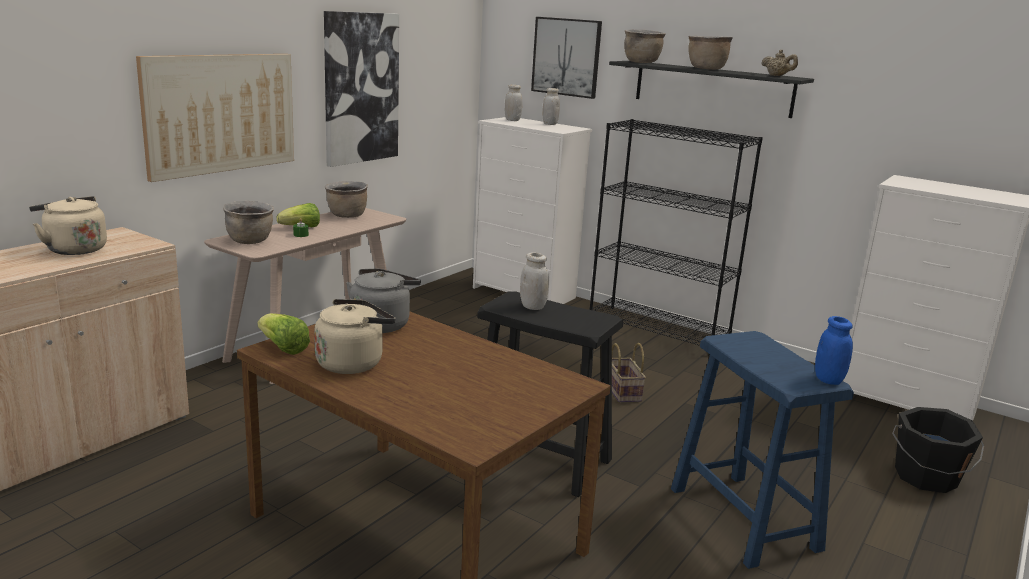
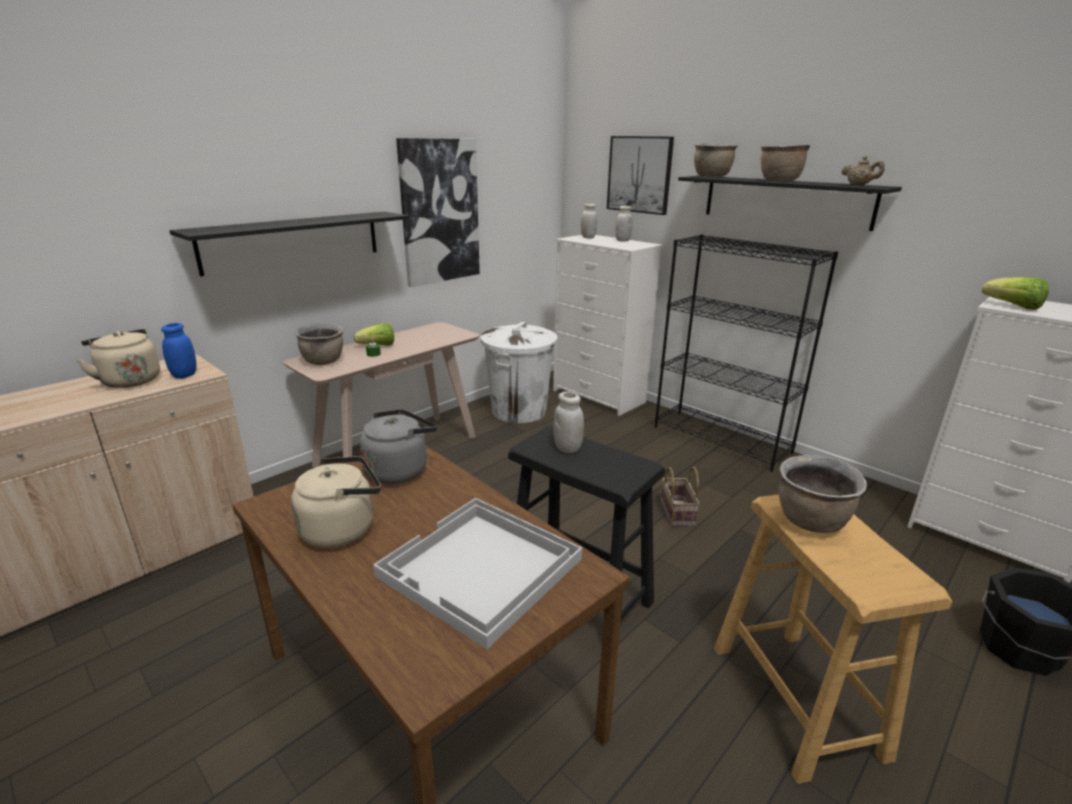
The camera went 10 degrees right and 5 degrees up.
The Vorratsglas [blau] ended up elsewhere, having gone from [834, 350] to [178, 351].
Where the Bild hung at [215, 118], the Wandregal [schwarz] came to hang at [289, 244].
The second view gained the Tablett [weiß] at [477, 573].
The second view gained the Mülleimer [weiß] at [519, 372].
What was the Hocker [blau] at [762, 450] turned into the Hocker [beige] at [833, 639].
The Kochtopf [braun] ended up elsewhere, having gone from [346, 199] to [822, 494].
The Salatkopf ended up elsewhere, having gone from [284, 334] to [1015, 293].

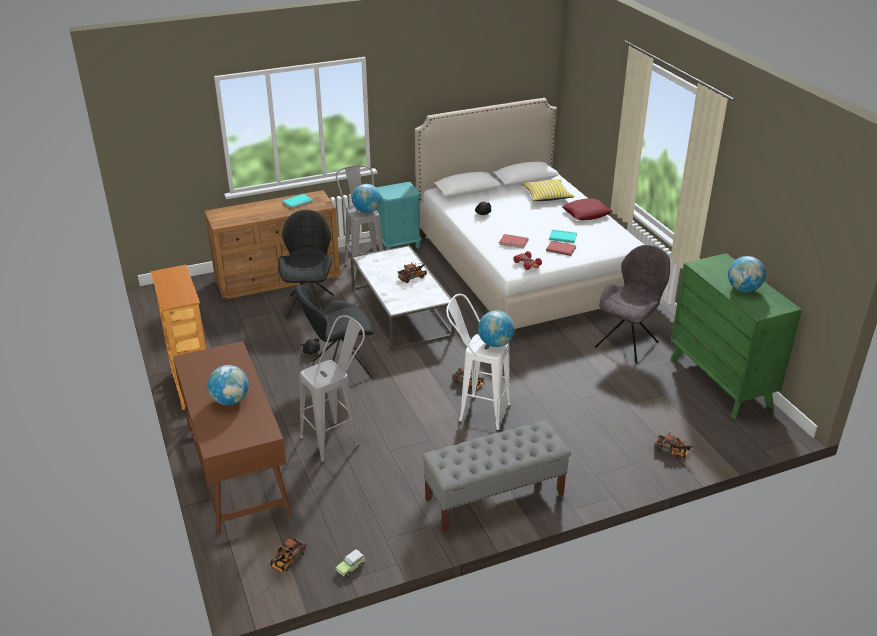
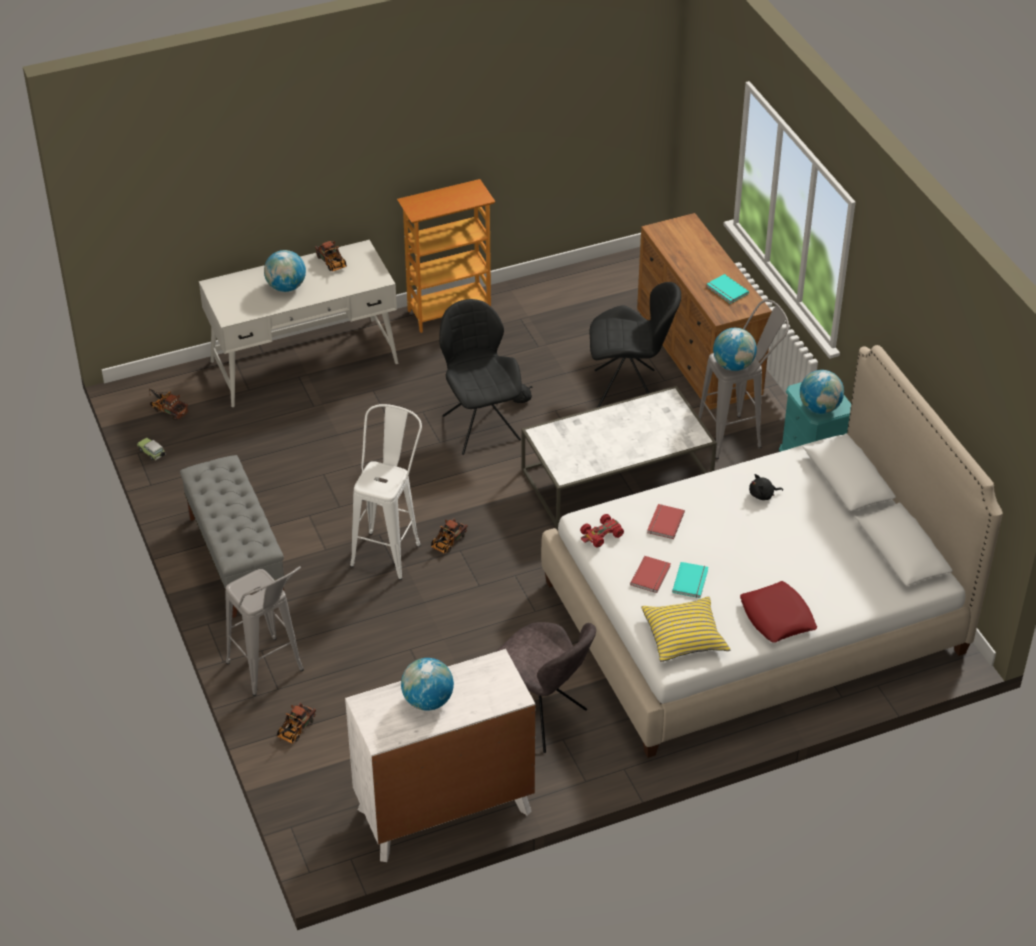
The camera went 90 degrees right and 10 degrees up.
What was the Schreibtisch [braun] at [232, 438] turned into the Schreibtisch [weiß] at [298, 323].
The Hocker [grau] ended up elsewhere, having gone from [332, 389] to [264, 631].
The Spielzeuglaster ended up elsewhere, having gone from [413, 272] to [330, 256].
What was the Kommode [grün] at [736, 336] turned into the Kommode [weiß] at [440, 755].
The Kissen [gelb] ended up elsewhere, having gone from [547, 190] to [686, 629].
The Globus ended up elsewhere, having gone from [496, 328] to [822, 392].

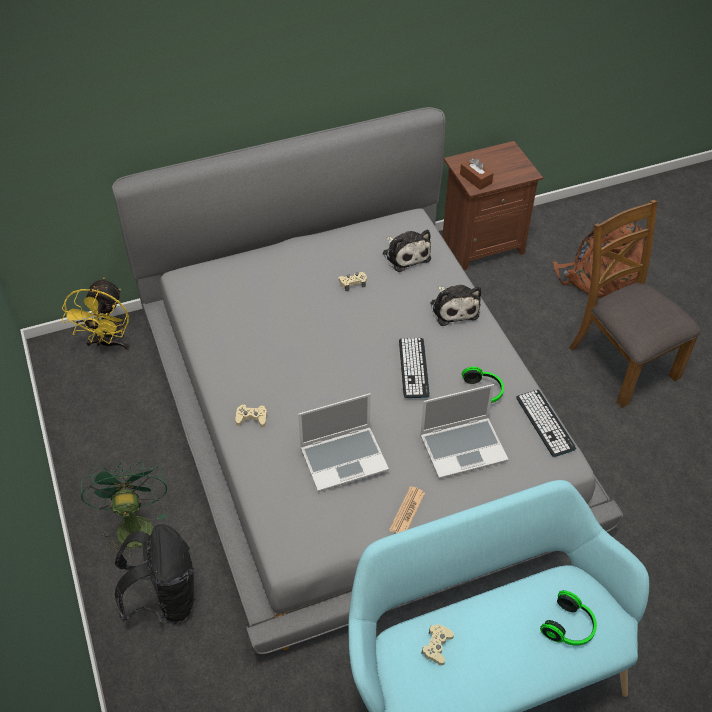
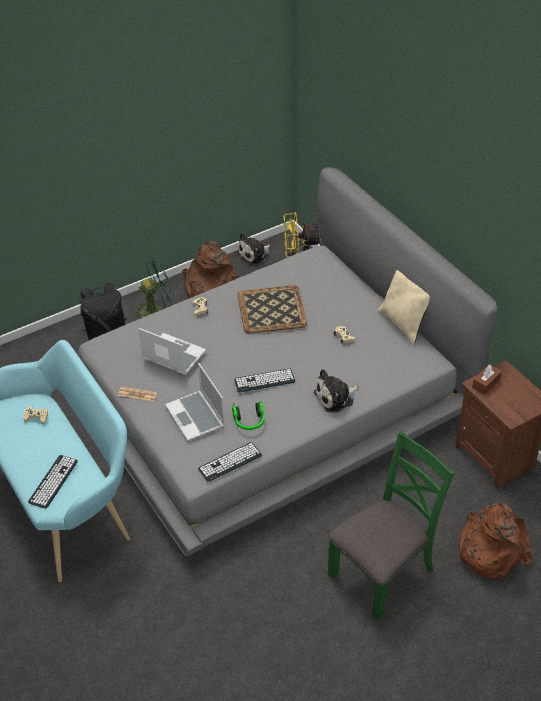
The camera went 80 degrees right and 5 degrees down.
Where the Kopfhörer stood at [568, 618], the Tastatur came to stand at [52, 482].
The Laptop at [343, 442] ended up facing another way, 150 degrees clockwise from before.
The second view gained the Rucksack [braun] at [211, 269].
The Plüschtier ended up elsewhere, having gone from [407, 251] to [254, 249].
The second view gained the Tablett at [272, 309].
What was the Stuhl [braun] at [635, 304] turned into the Stuhl [grün] at [391, 525].
The second view gained the Kissen [beige] at [404, 308].

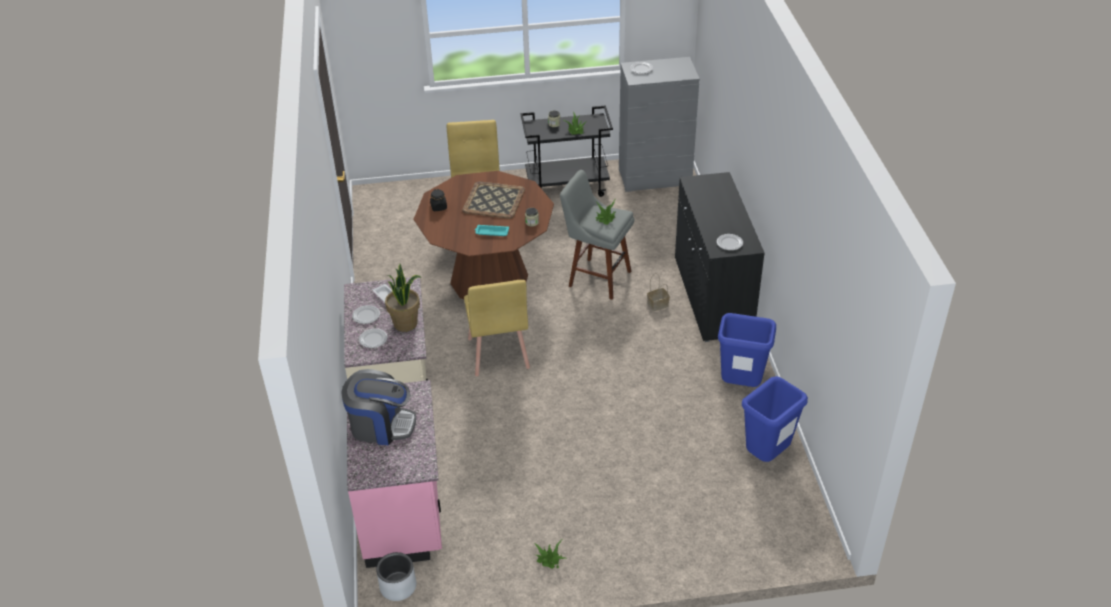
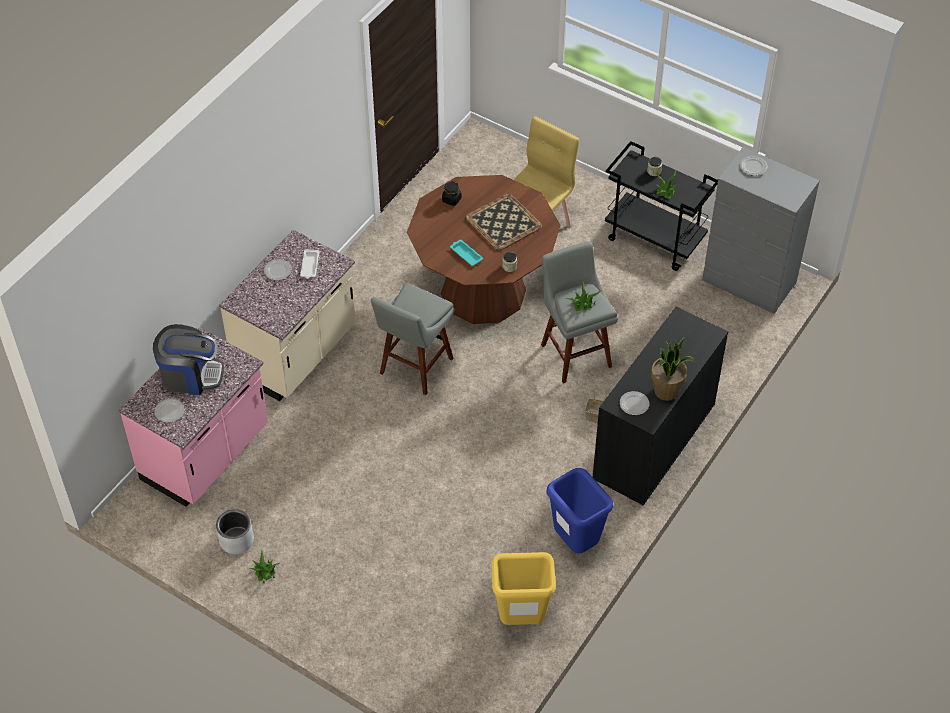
The camera went 40 degrees right and 10 degrees up.
The Kaffeemaschine at [378, 407] ended up facing another way, 45 degrees counterclockwise from before.
The Teller ended up elsewhere, having gone from [373, 338] to [170, 410].
The Pflanzkübel [grau] ended up elsewhere, having gone from [396, 576] to [235, 531].
Where the Stuhl [gelb] stood at [497, 328], the Hocker [grau] came to stand at [413, 339].
What was the Mülleimer [blau] at [775, 419] turned into the Mülleimer [gelb] at [523, 588].
The Topfpflanze ended up elsewhere, having gone from [403, 298] to [673, 369].

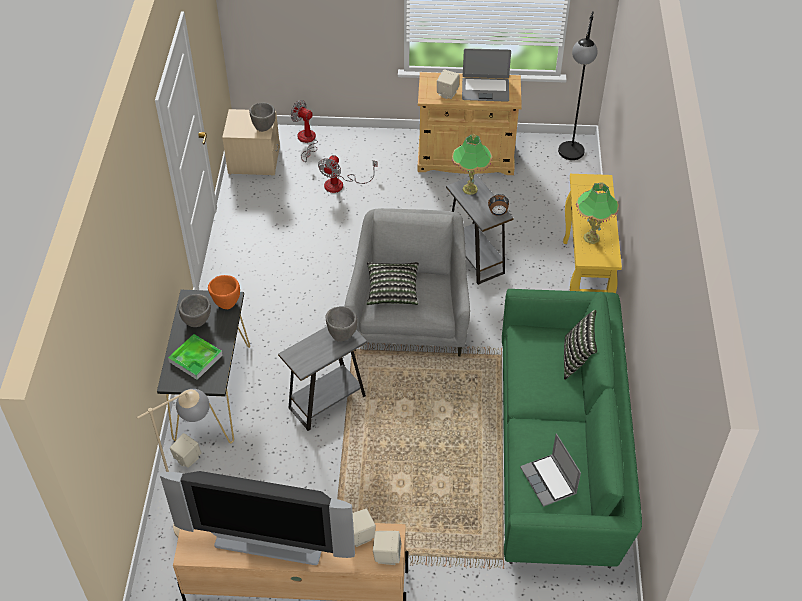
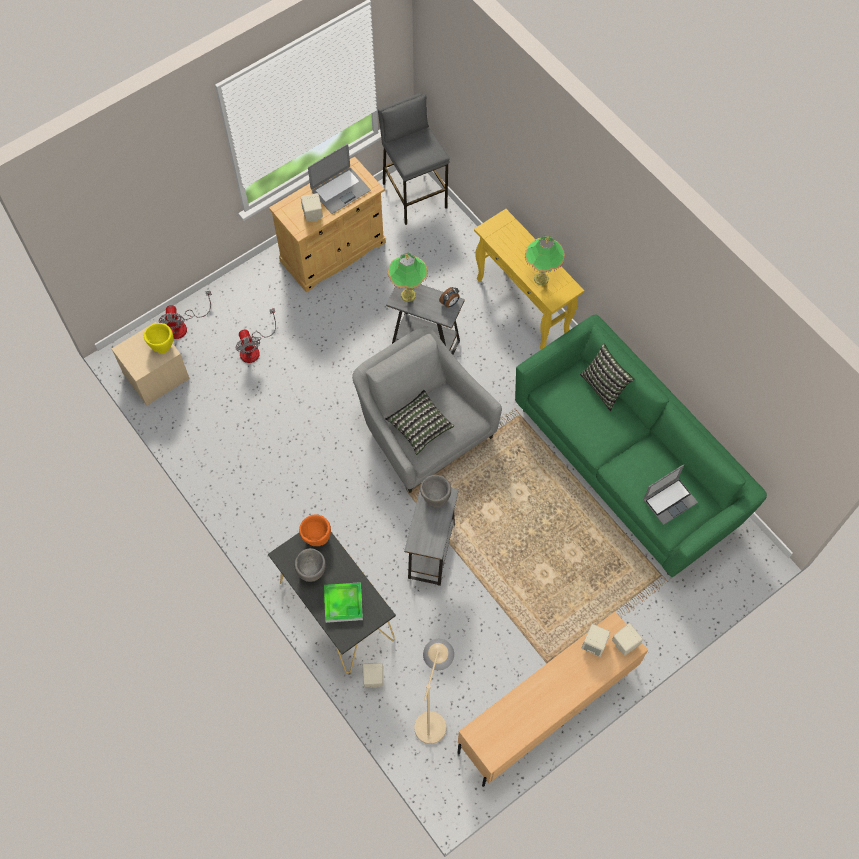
The camera went 40 degrees left and 15 degrees up.
What was the Schüssel [grau] at [262, 117] turned into the Schüssel [gelb] at [159, 338].
The Ventilator at [304, 131] ended up facing another way, 90 degrees counterclockwise from before.
Where the Stehlampe [schwarz] stood at [578, 85], the Hocker [grau] came to stand at [414, 159].
The Laptop at [550, 470] ended up facing another way, 60 degrees counterclockwise from before.
The second view lost the Fernseher at [257, 518].

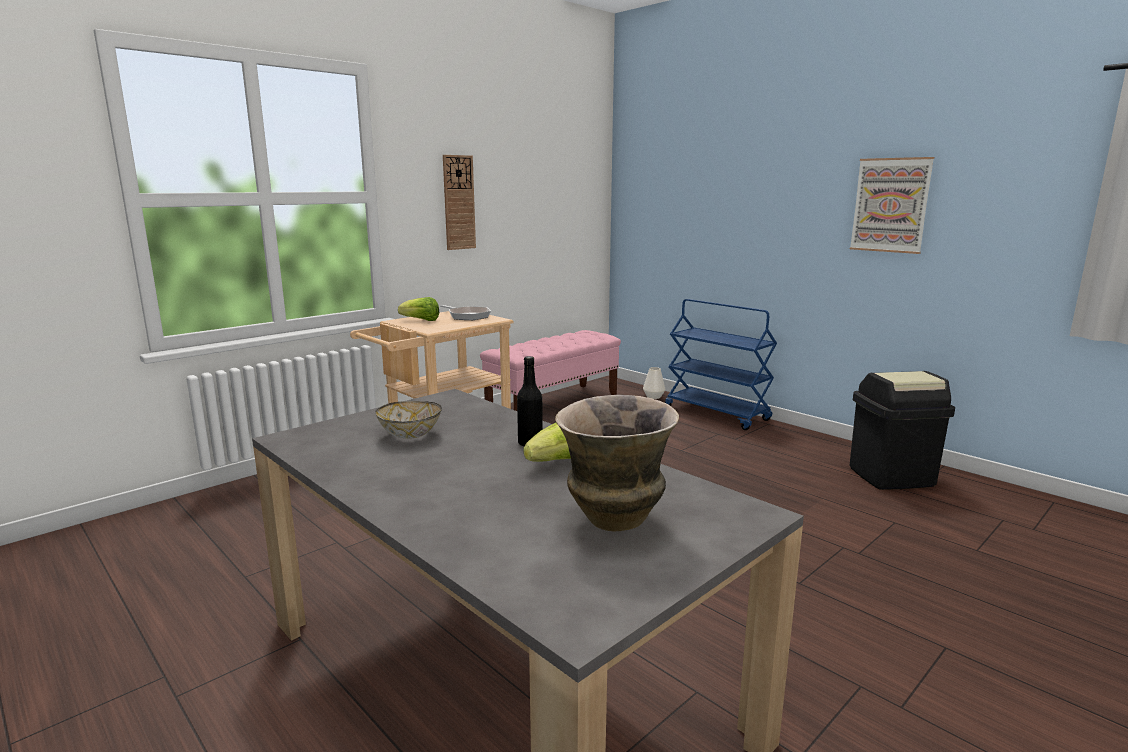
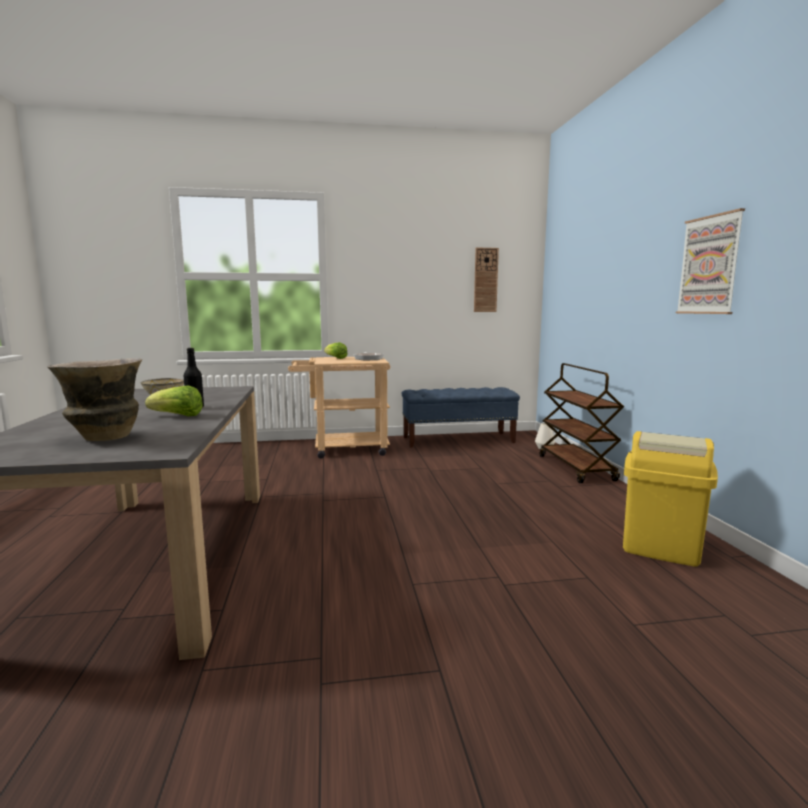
The camera went 35 degrees right and 5 degrees down.
What was the Bank [rosa] at [550, 370] turned into the Bank [blau] at [460, 417].
The Wanduhr ended up elsewhere, having gone from [459, 202] to [486, 280].
What was the Rollwagen [blau] at [720, 364] turned into the Rollwagen [braun] at [582, 423].
What was the Mülleimer [schwarz] at [902, 430] turned into the Mülleimer [gelb] at [670, 499].

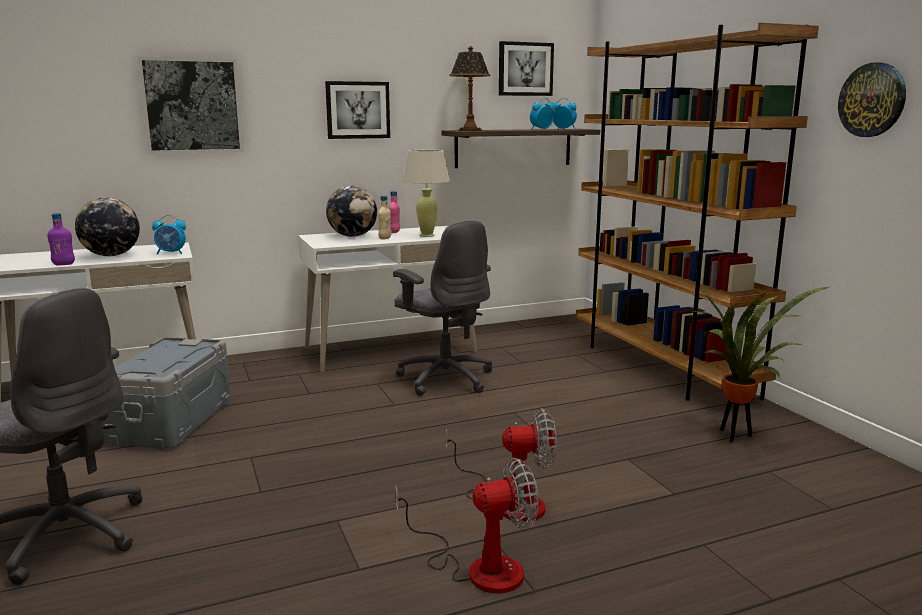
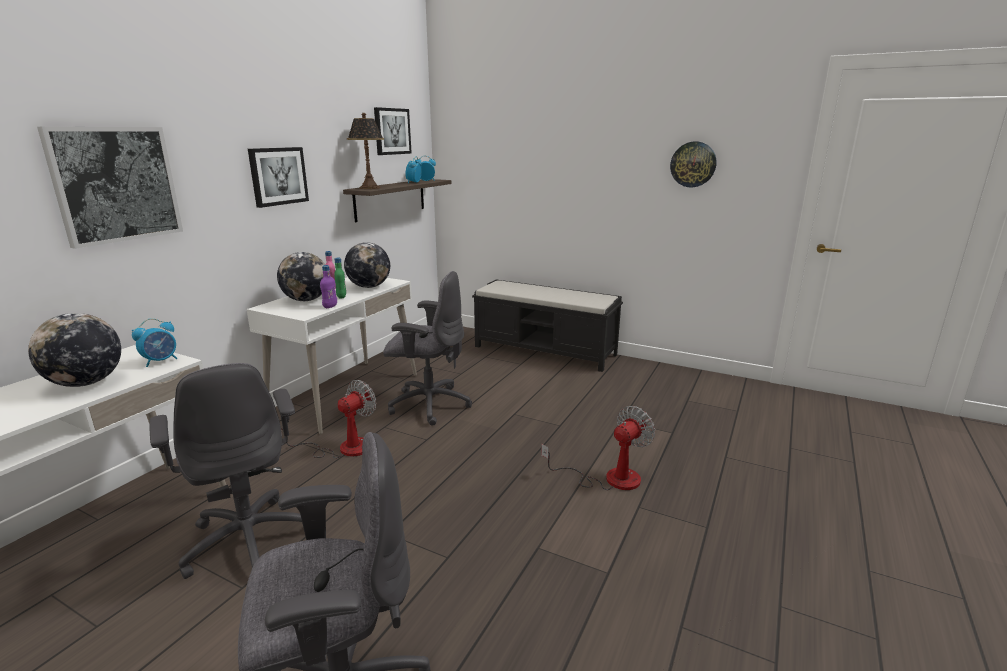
The camera went 40 degrees left and 5 degrees up.
Where the Aufbewahrungsbox [grau] stood at [166, 393], the Bürostuhl [grau] came to stand at [225, 471].
The Ventilator ended up elsewhere, having gone from [467, 526] to [328, 419].
The Flasche [lila] ended up elsewhere, having gone from [61, 239] to [328, 286].
What was the Flasche [beige] at [385, 217] turned into the Flasche [grün] at [340, 278].
Where the Tischlampe [beige] stood at [426, 193], the Globus came to stand at [367, 265].
Where the Bücherregal [braun] stood at [697, 211], the Bank [schwarz] came to stand at [547, 326].
The second view lost the Topfpflanze at [760, 364].

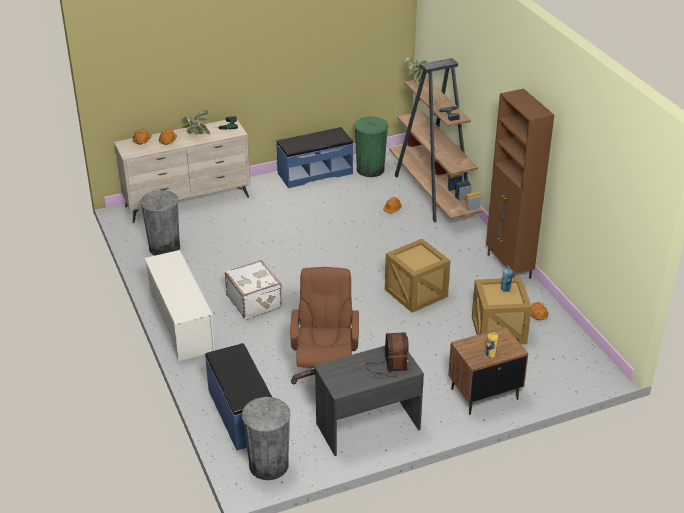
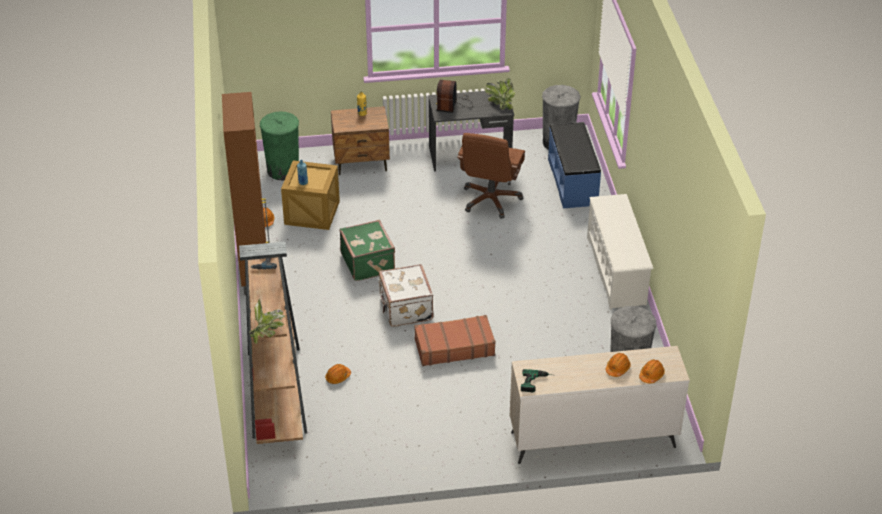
The camera went 165 degrees left and 5 degrees up.
The Mülleimer [grün] ended up elsewhere, having gone from [371, 147] to [279, 145].
Where the Kiste stood at [418, 276], the Koffer [grün] came to stand at [367, 250].
The Koffer [weiß] ended up elsewhere, having gone from [253, 289] to [405, 295].
The second view gained the Koffer [braun] at [455, 340].
The Topfpflanze ended up elsewhere, having gone from [196, 122] to [500, 94].
The second view lost the Bank [blau] at [315, 157].

